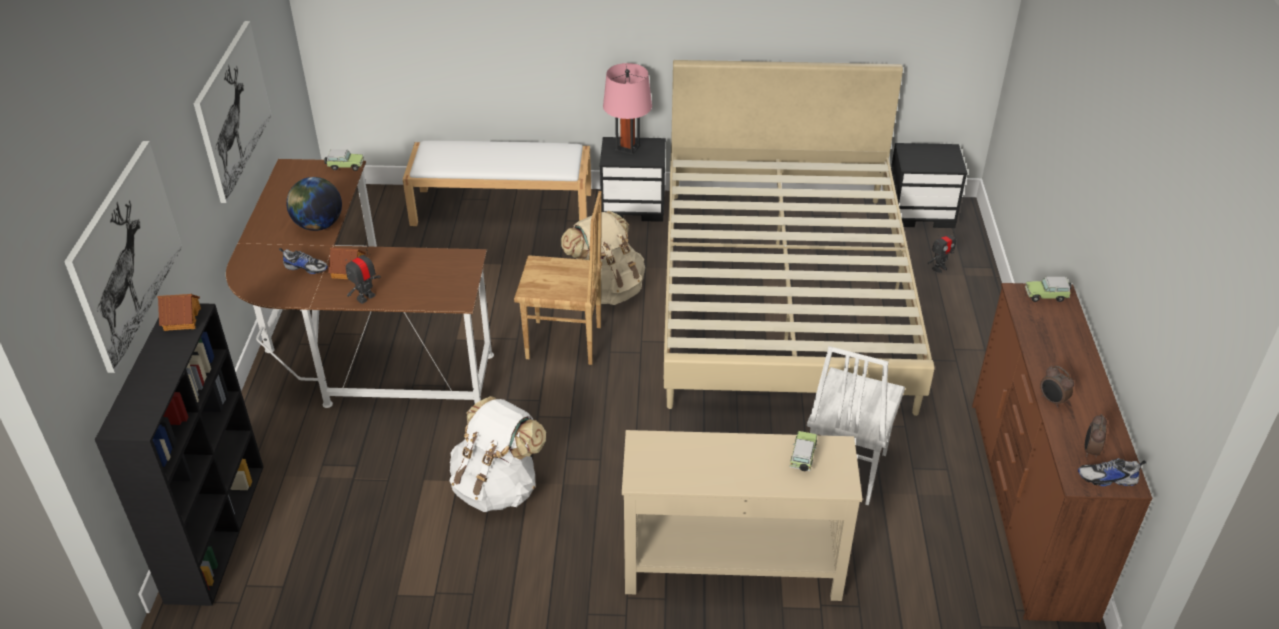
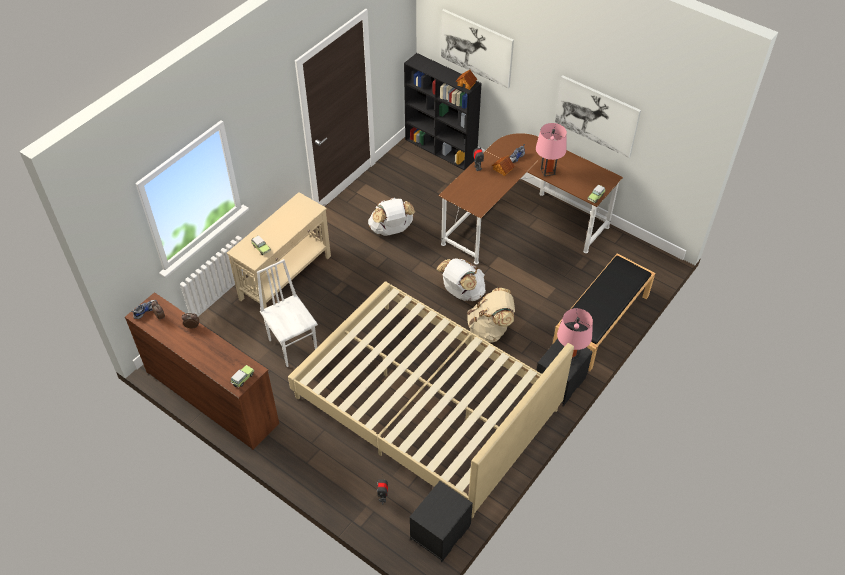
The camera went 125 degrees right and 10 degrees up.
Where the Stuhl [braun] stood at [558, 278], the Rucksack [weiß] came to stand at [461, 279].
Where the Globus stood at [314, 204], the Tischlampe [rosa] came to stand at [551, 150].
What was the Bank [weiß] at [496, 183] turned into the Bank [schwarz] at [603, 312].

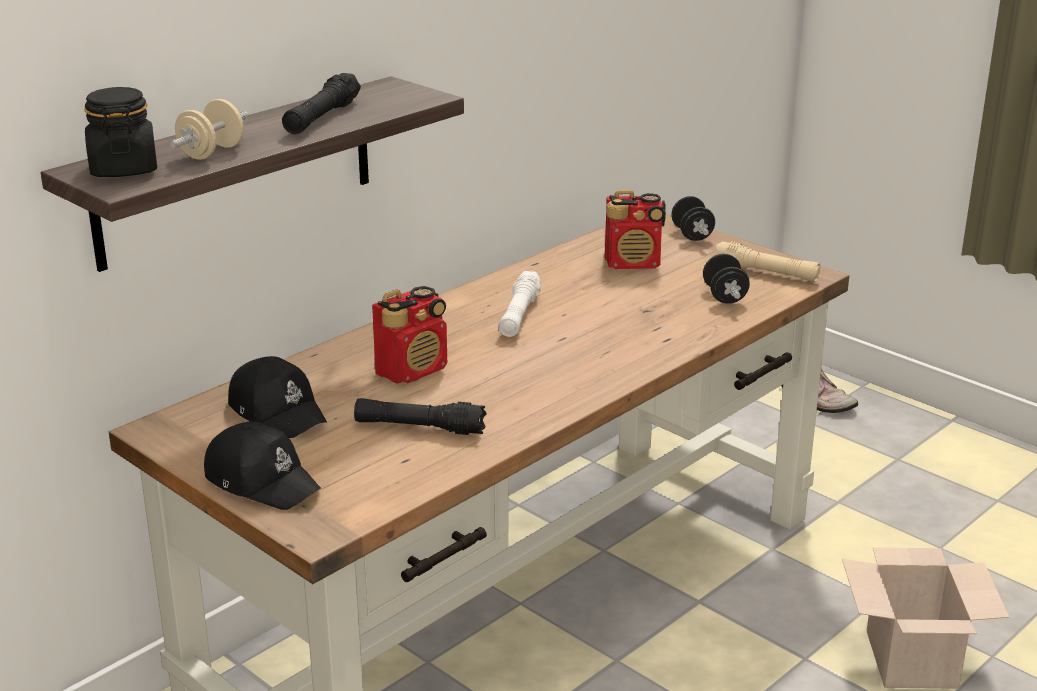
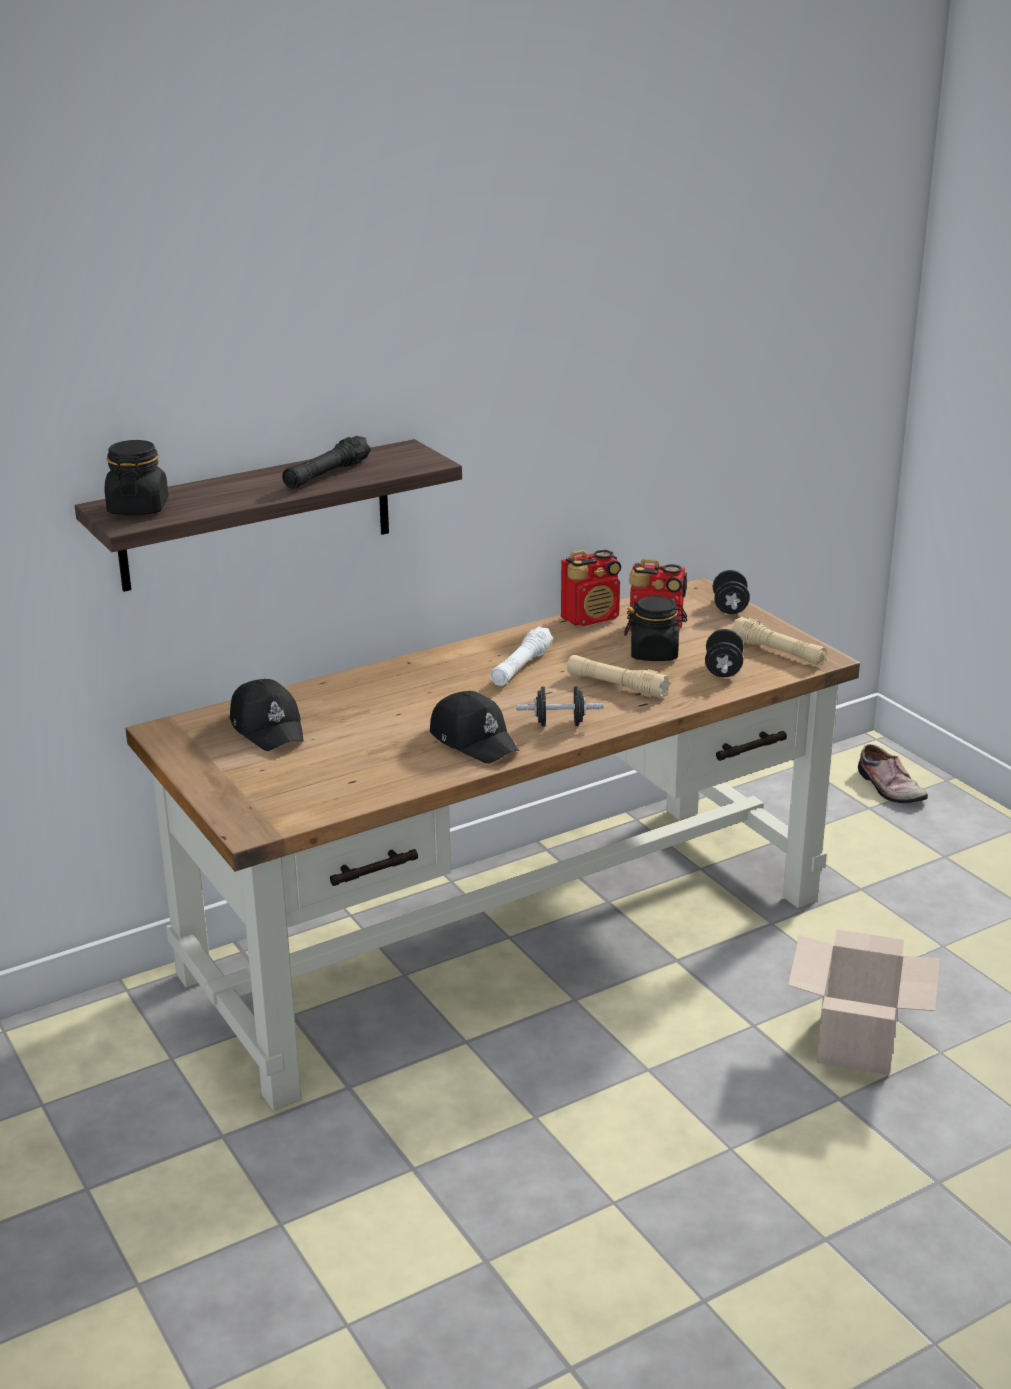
The camera went 15 degrees right and 0 degrees up.
The Kappe [schwarz] ended up elsewhere, having gone from [262, 466] to [474, 727].
The second view gained the Hantel [schwarz] at [560, 706].
The Radio ended up elsewhere, having gone from [409, 335] to [591, 588].
The second view gained the Taschenlampe [beige] at [619, 677].
The second view gained the Vorratsglas [schwarz] at [656, 628].
The second view lost the Hantel [beige] at [209, 129].
The second view lost the Taschenlampe [schwarz] at [420, 416].

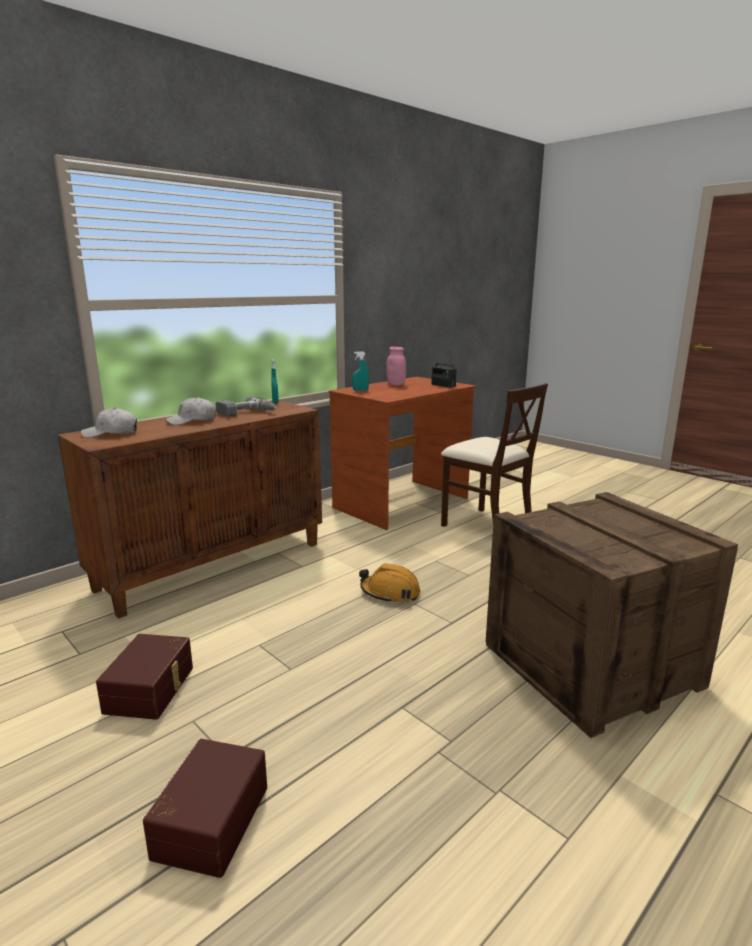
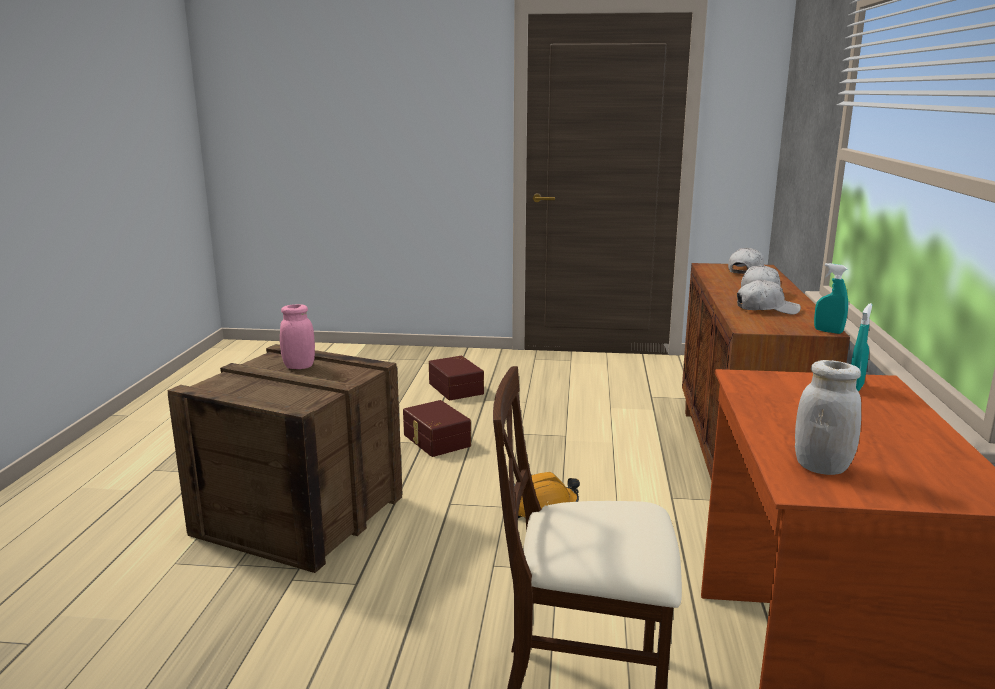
The camera went 140 degrees right and 0 degrees up.
The Vorratsglas [rosa] ended up elsewhere, having gone from [396, 366] to [297, 336].
The Aufbewahrungsbox [braun] ended up elsewhere, having gone from [144, 677] to [437, 428].
Where the Bohrmaschine stood at [246, 407], the Kappe [weiß] came to stand at [769, 297].
Where the Radio stood at [444, 370], the Vorratsglas [weiß] came to stand at [828, 417].

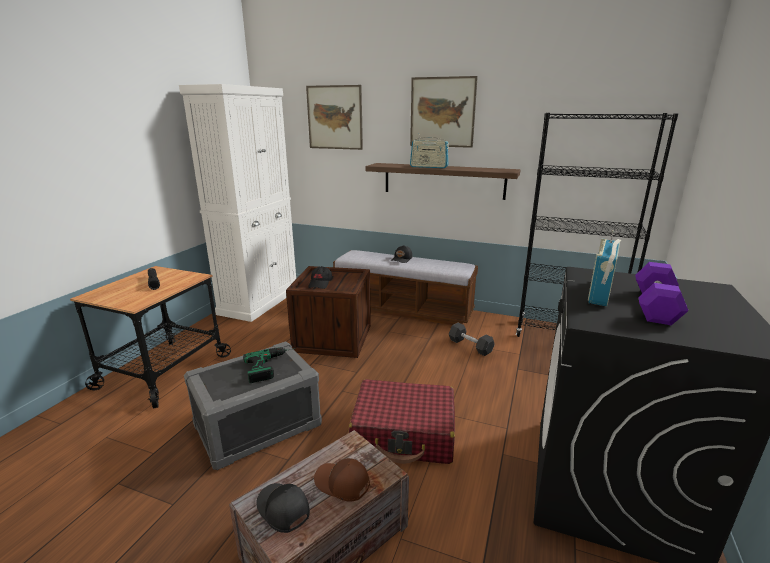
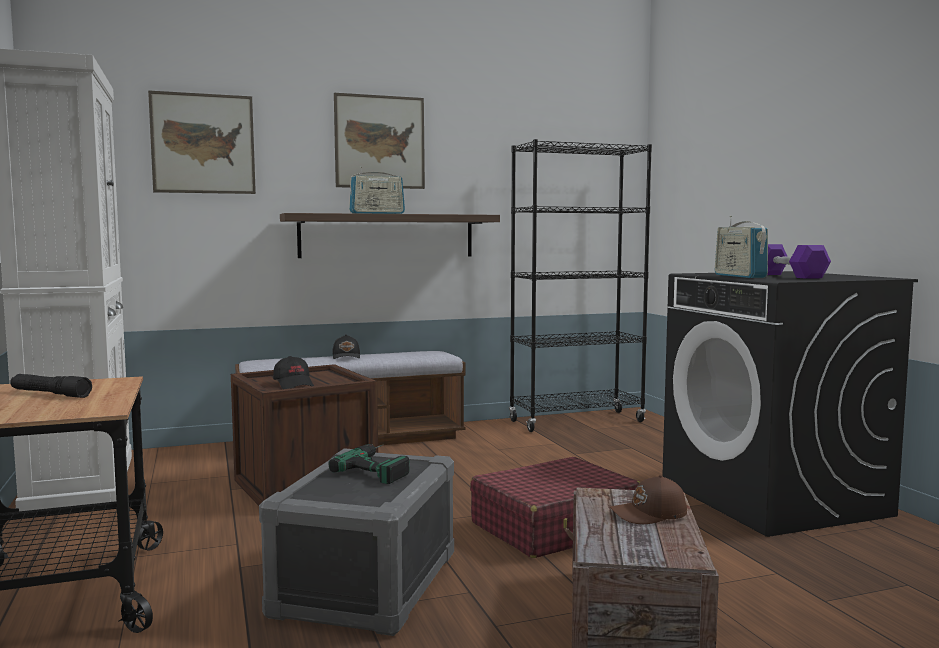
The camera went 40 degrees left and 15 degrees down.
The second view lost the Kappe [schwarz] at [283, 508].
The second view lost the Hantel [grau] at [472, 339].

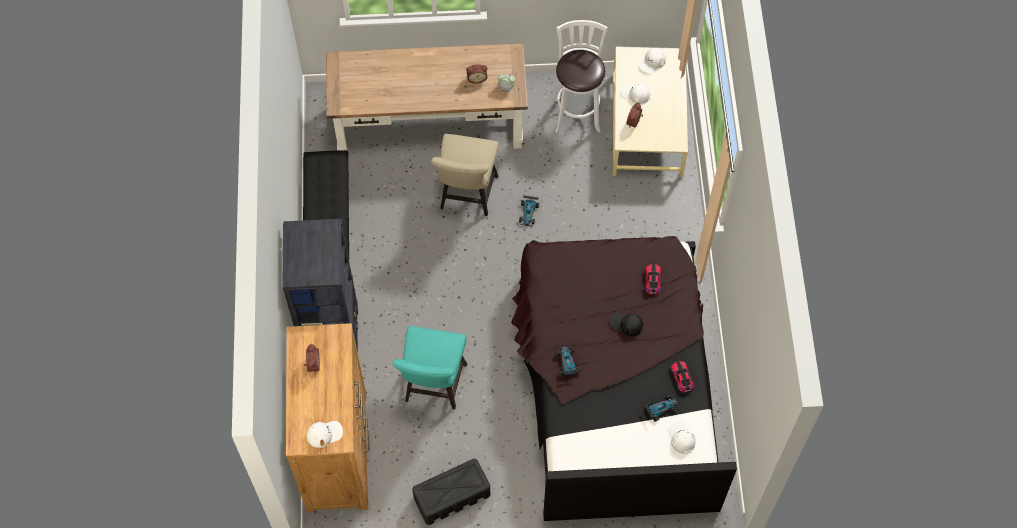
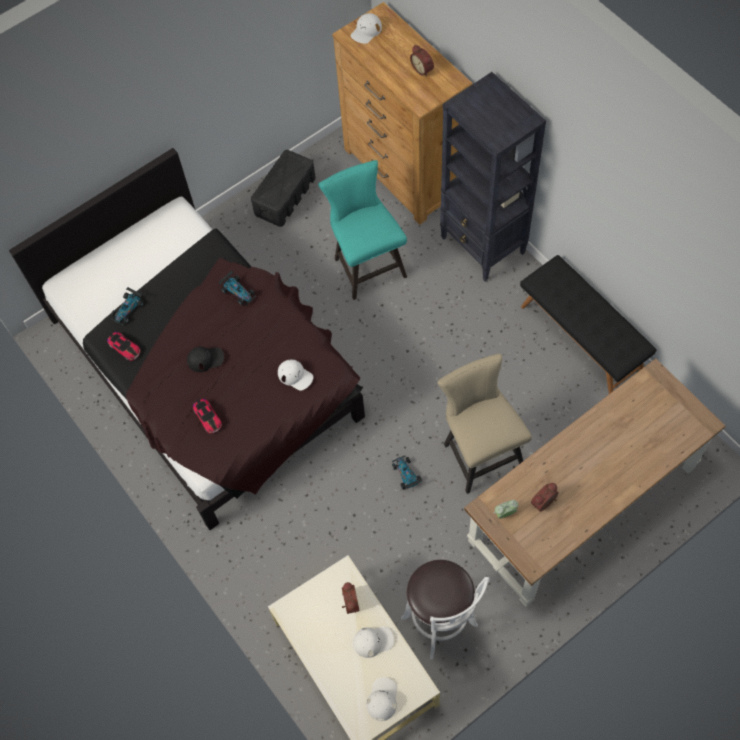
The camera went 150 degrees right and 0 degrees up.
The Kappe [weiß] ended up elsewhere, having gone from [682, 438] to [295, 375].

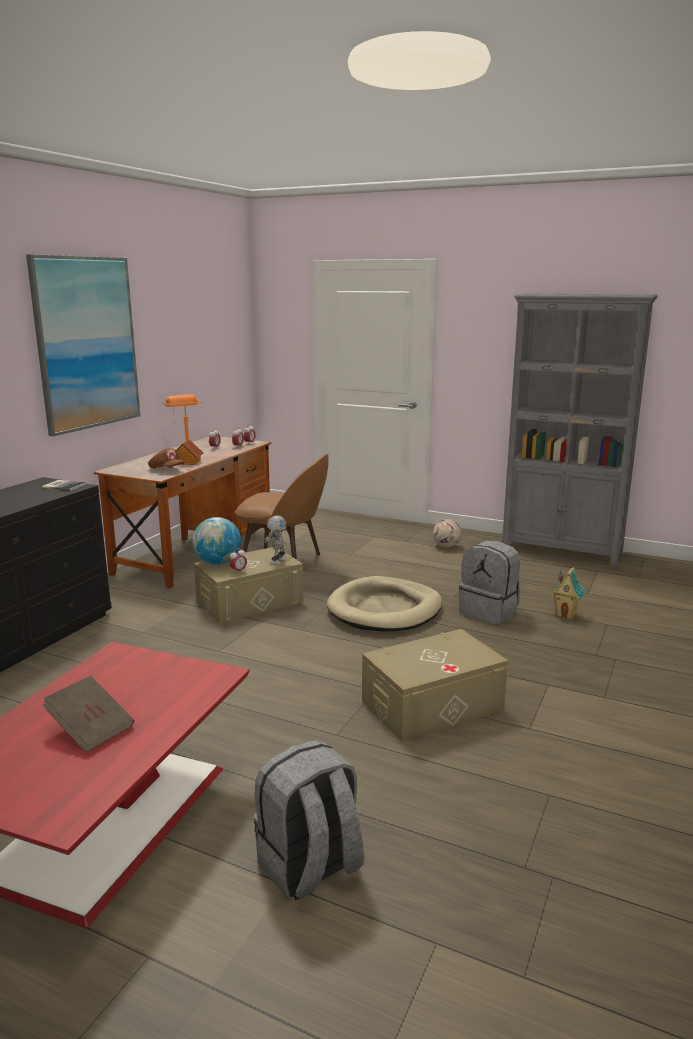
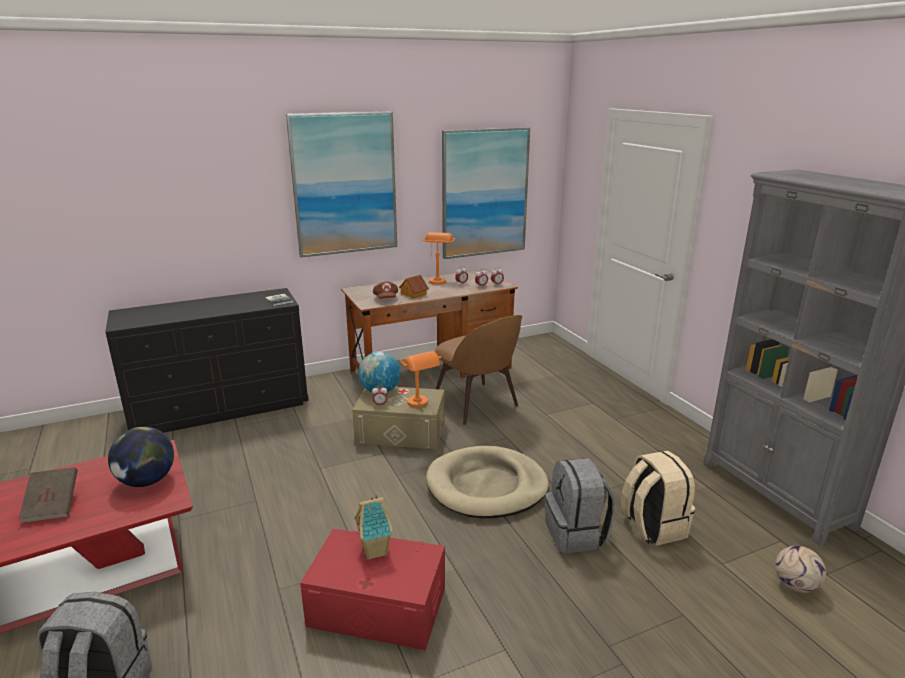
The camera went 40 degrees right and 5 degrees up.
The second view gained the Globus at [141, 457].
What was the Aufbewahrungsbox [beige] at [435, 685] turned into the Aufbewahrungsbox [rot] at [372, 589].
The Spielzeughaus ended up elsewhere, having gone from [568, 593] to [373, 527].
Where the Spielzeugroboter stood at [275, 540], the Tischlampe [orange] came to stand at [420, 379].
The second view gained the Bild at [486, 193].
The second view gained the Rucksack [beige] at [658, 498].
The Fußball ended up elsewhere, having gone from [447, 533] to [800, 569].

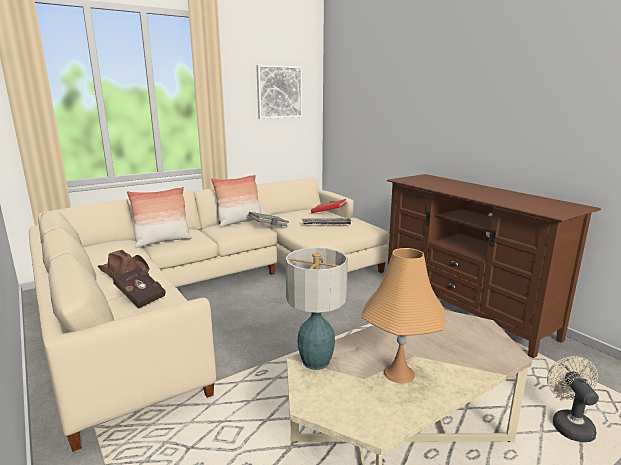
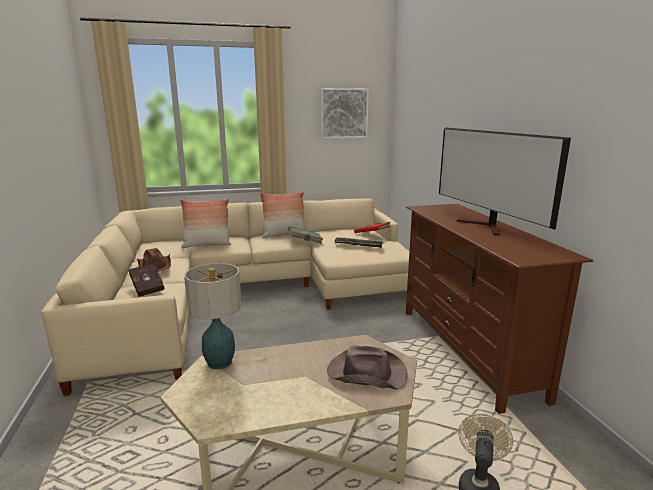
The camera went 20 degrees right and 0 degrees up.
The second view gained the Hut [braun] at [367, 367].
The second view gained the Fernseher at [505, 181].
The second view lost the Tischlampe [orange] at [403, 316].

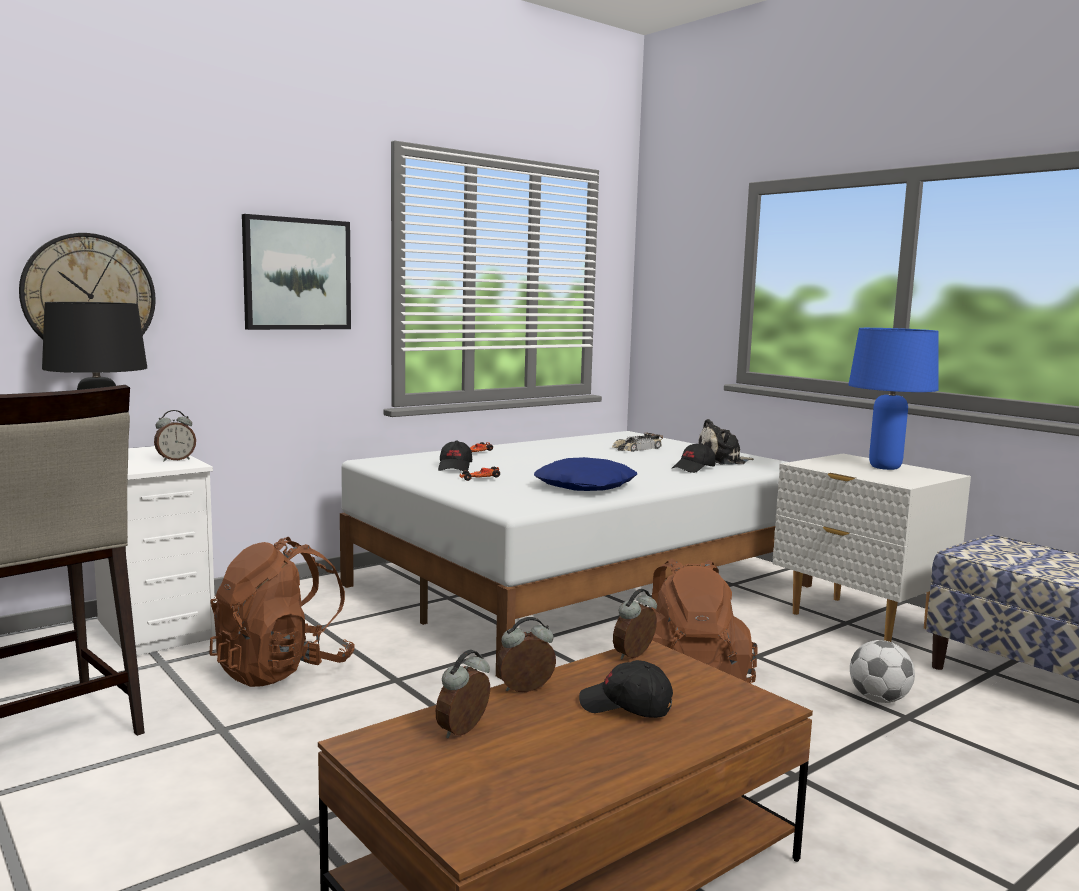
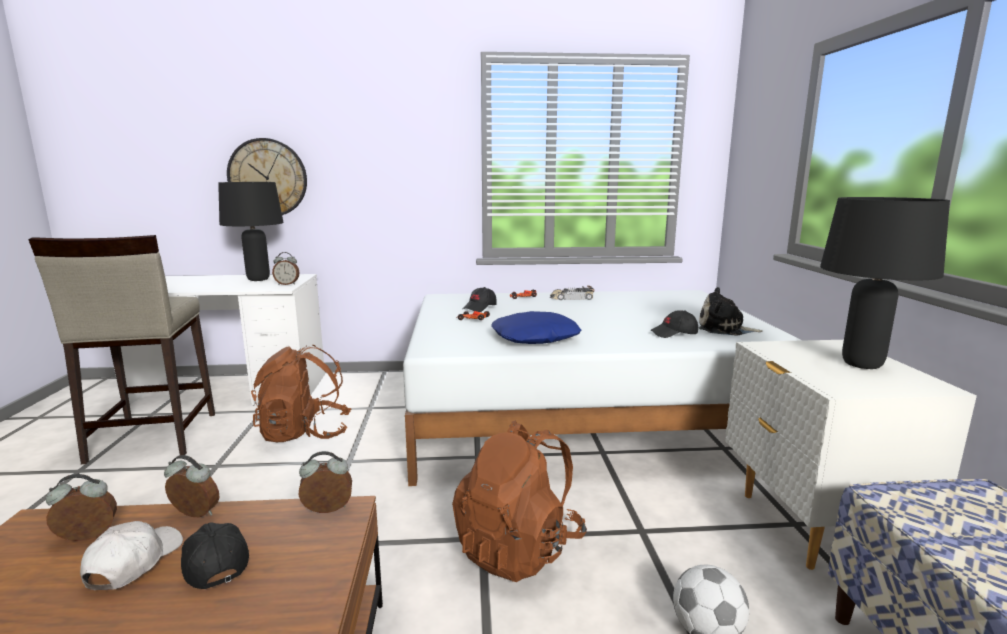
The camera went 35 degrees right and 5 degrees up.
The second view gained the Kappe [weiß] at [131, 555].
The Spielzeugauto ended up elsewhere, having gone from [637, 442] to [572, 293].
What was the Tischlampe [blau] at [893, 399] turned into the Tischlampe [schwarz] at [885, 283].
The second view lost the Bild at [296, 272].

